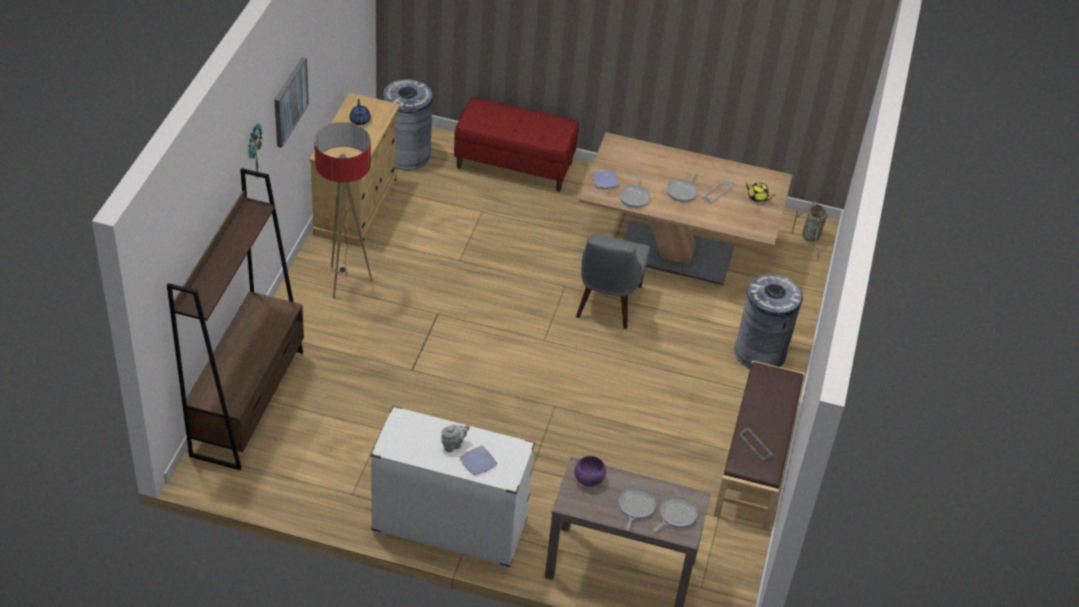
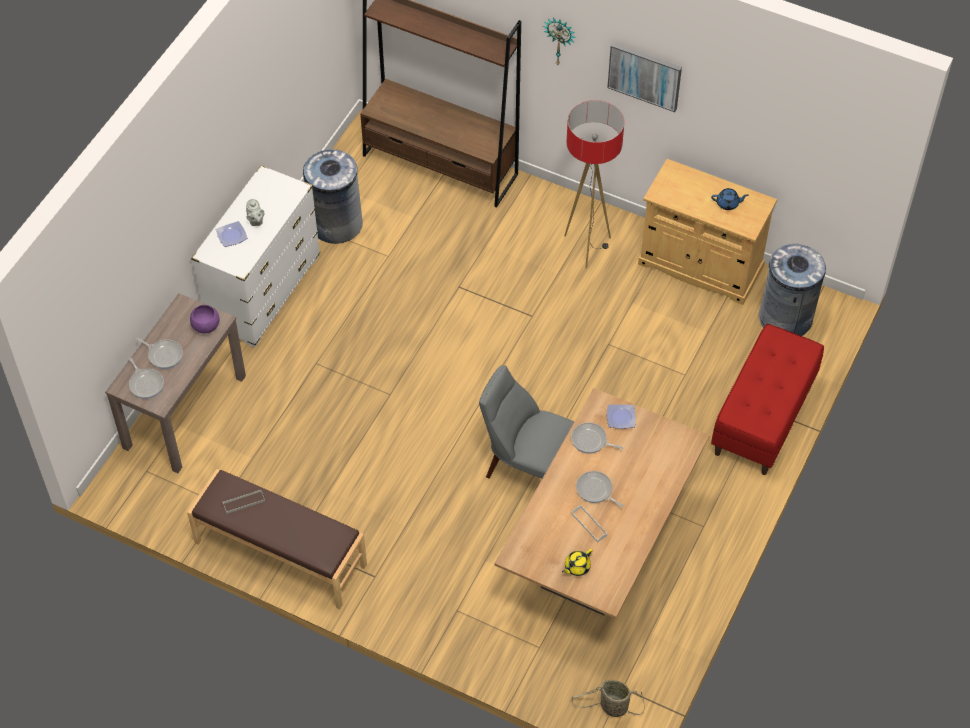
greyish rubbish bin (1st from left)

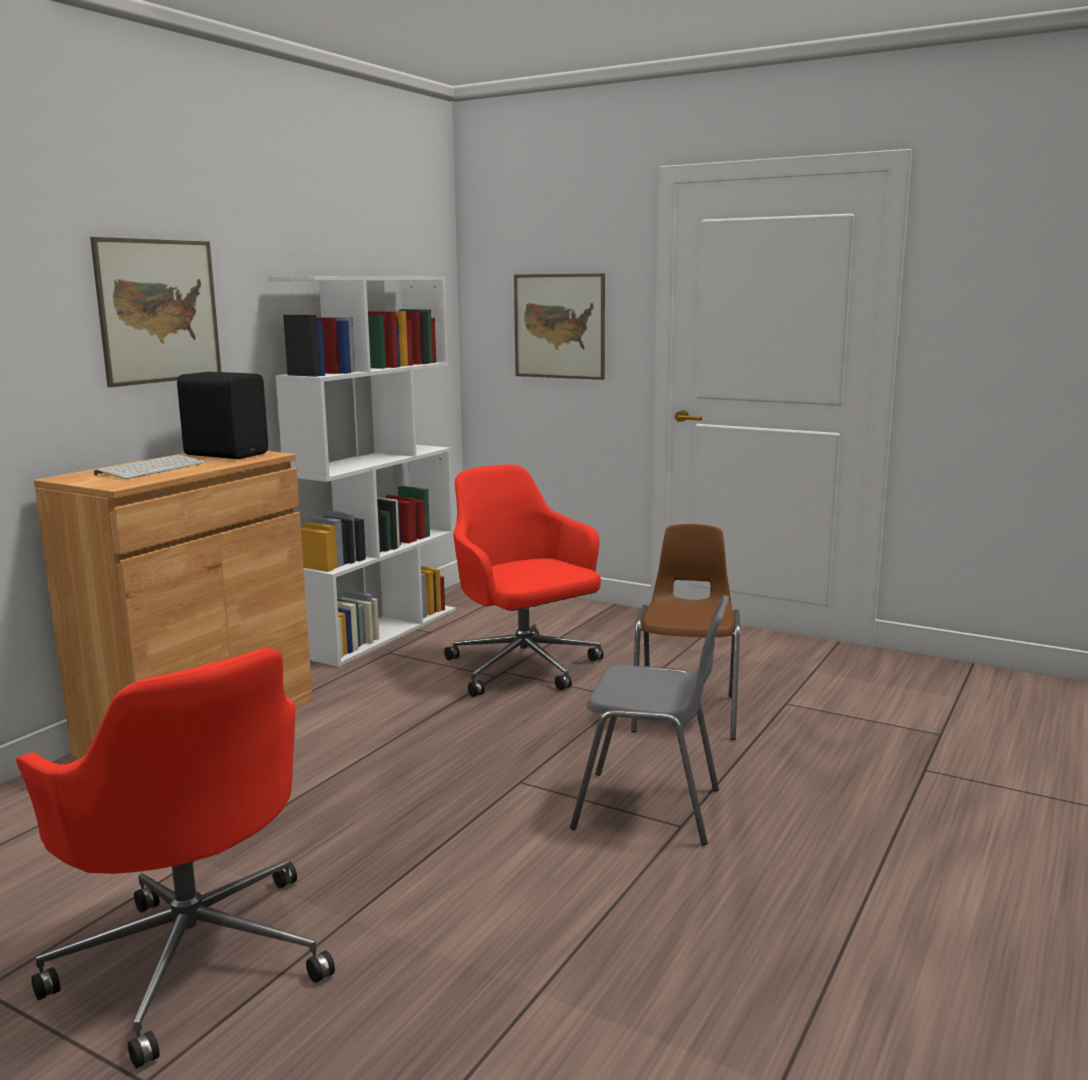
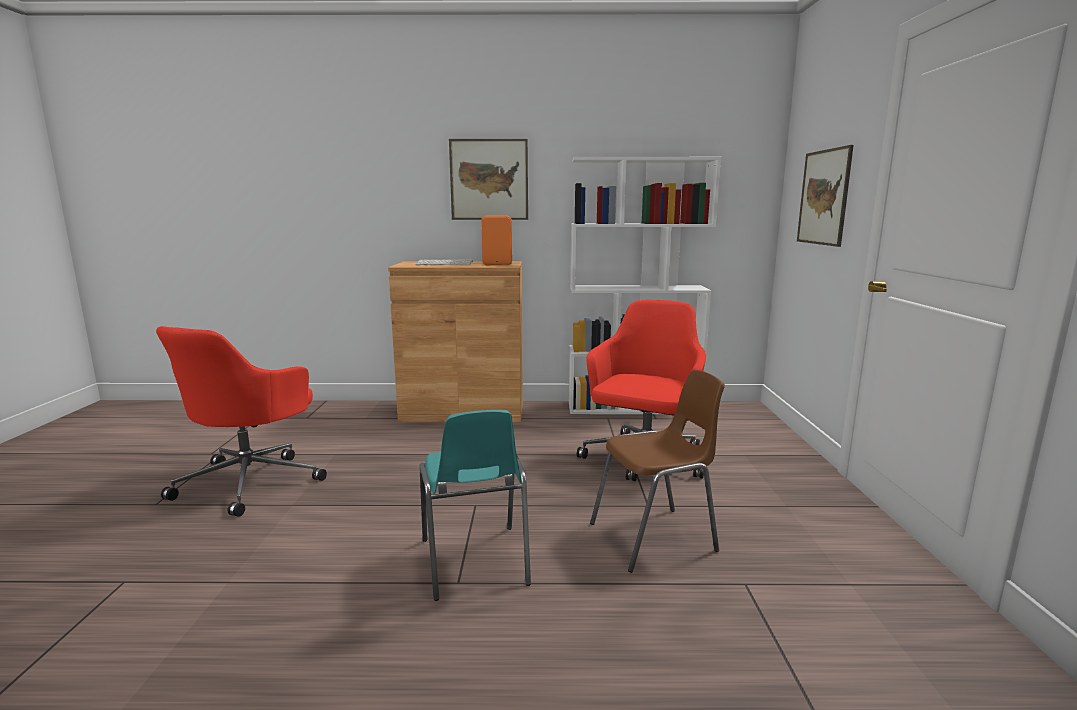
orange-coloured speaker
blue-green chair

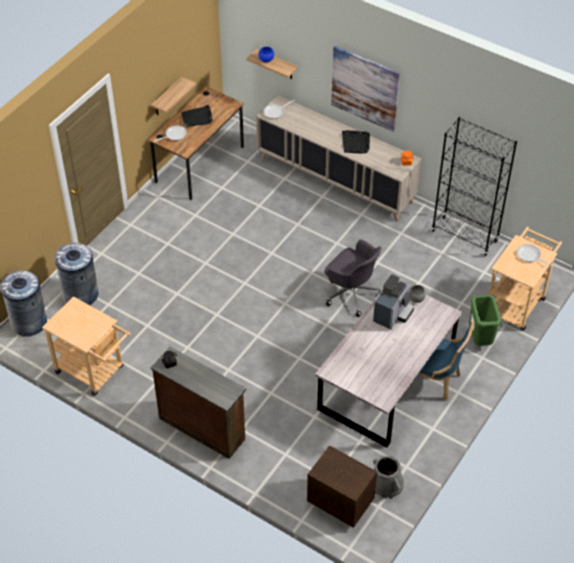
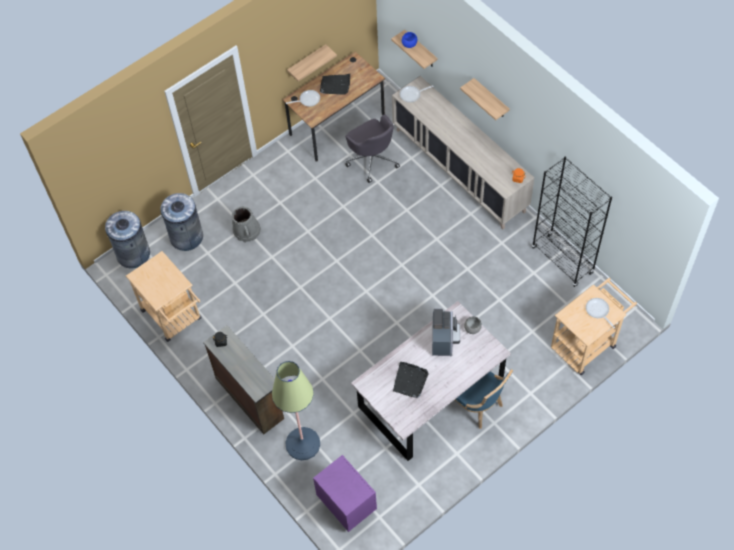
shelf (3rd from left)
black-coloured serving tray (2nd from left)
greyish desk chair
coffee maker
greenish rubbish bin
purplish bedside table
greyish bucket
standing lamp

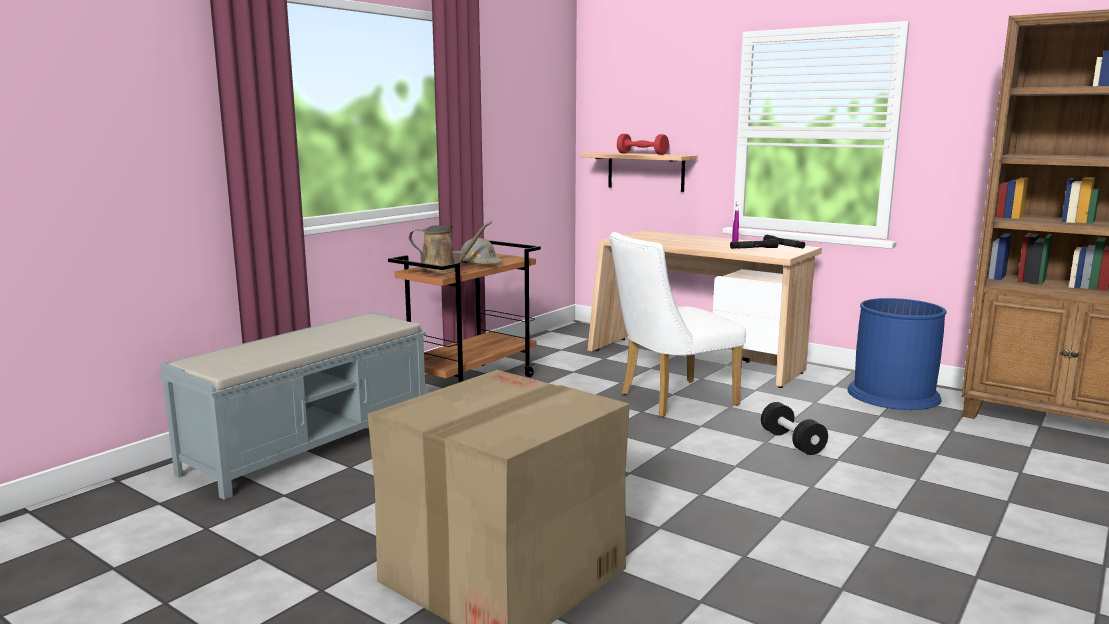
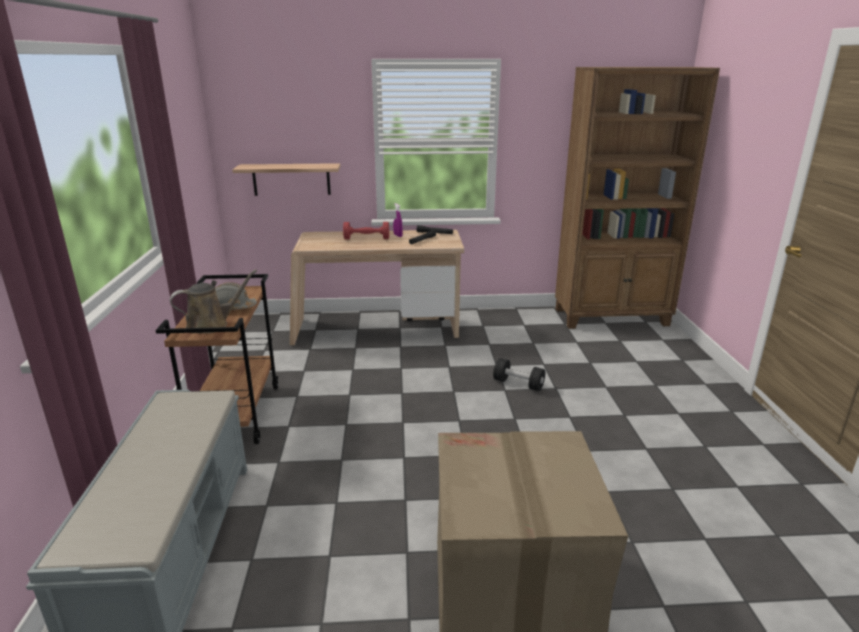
red-coloured free weight
white chair
blue-coloured rubbish bin

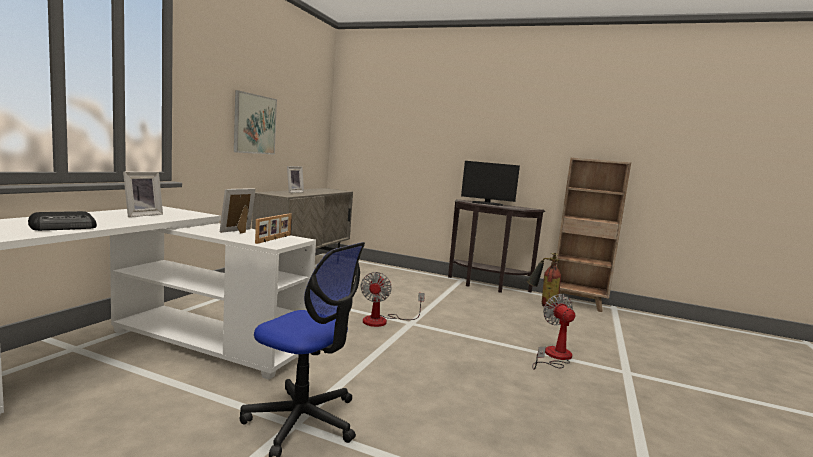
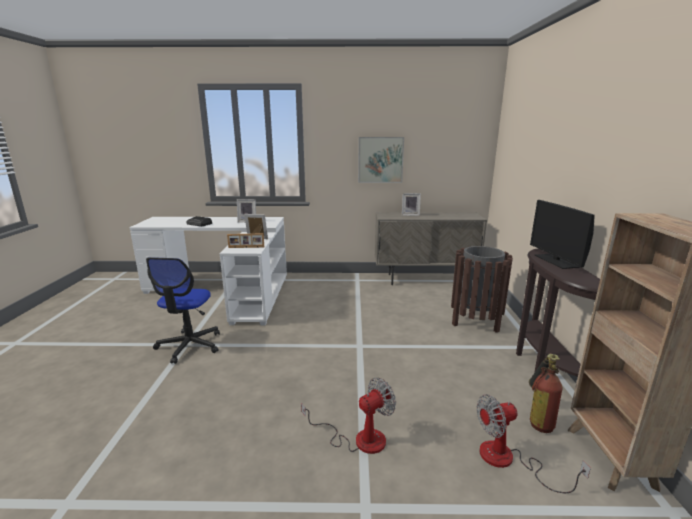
electric fan (2nd from left)
brown rubbish bin

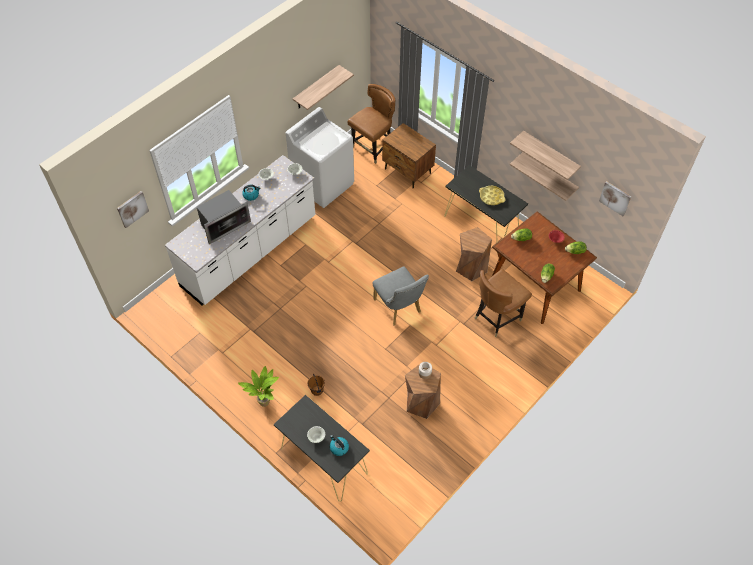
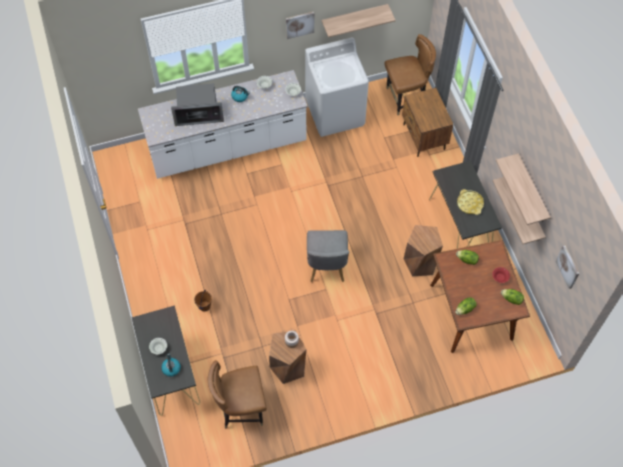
wall picture (1st from left)
brown chair (1st from left)
plant in a pot

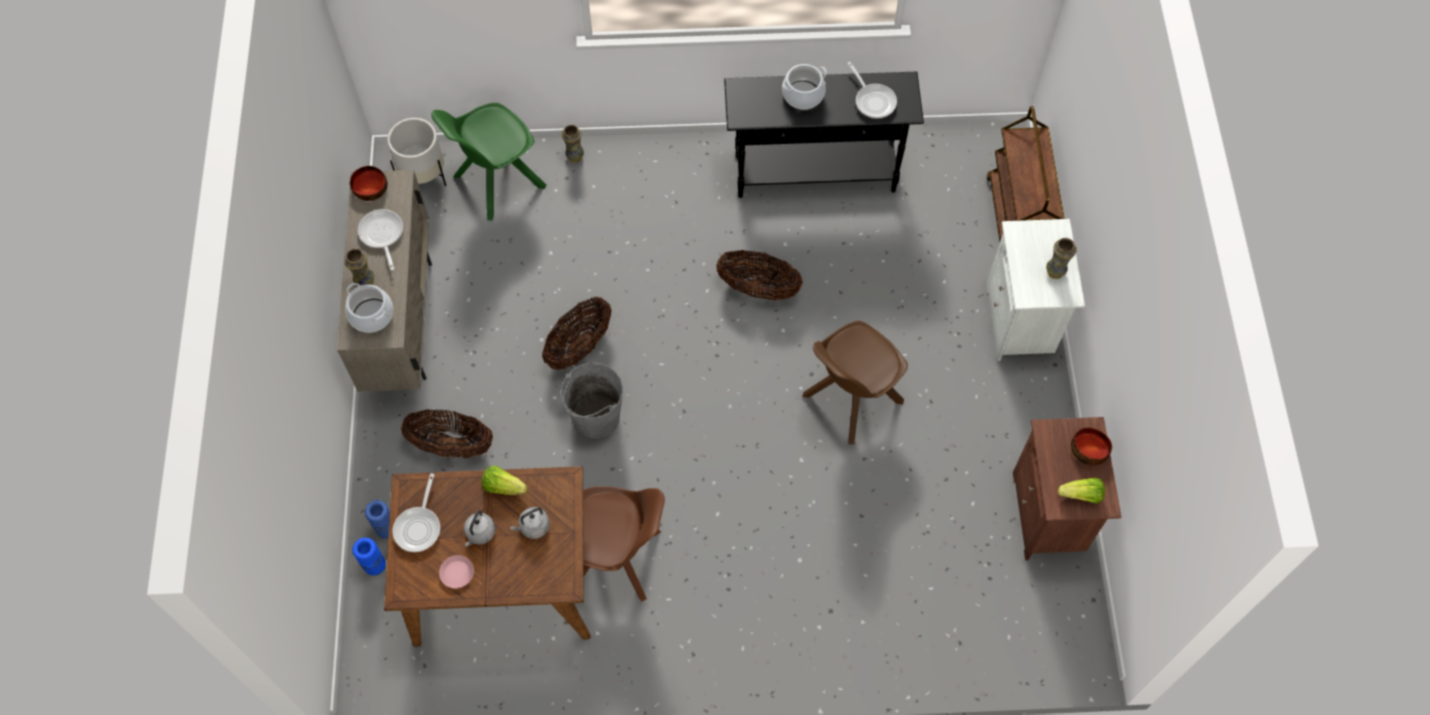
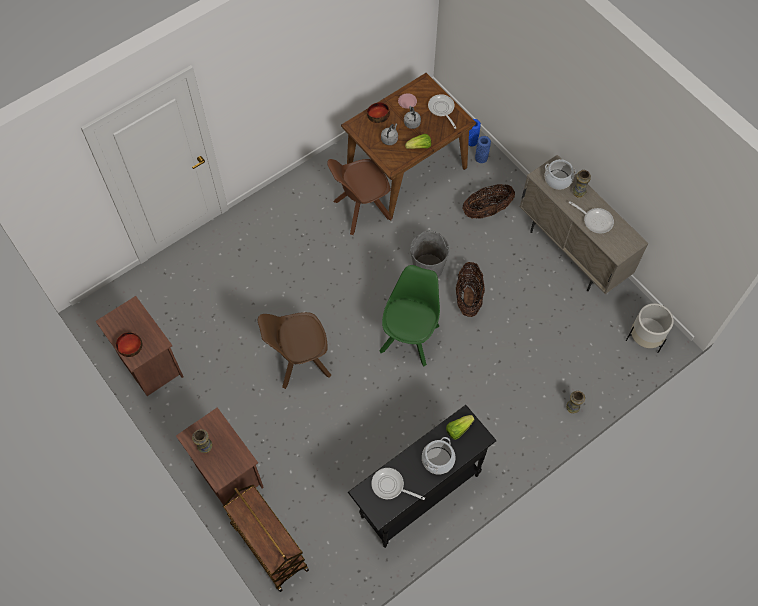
greenish chair
serving bowl (2nd from left)
brown bedside table (2nd from left)
basket (3rd from left in the first image)
brown chair (1st from left)
lettuce head (2nd from left)

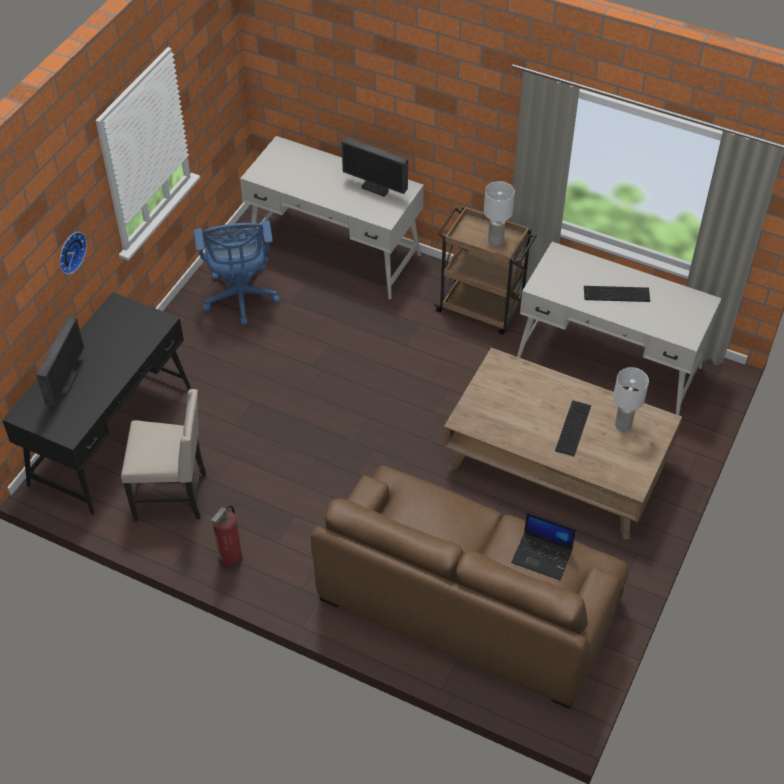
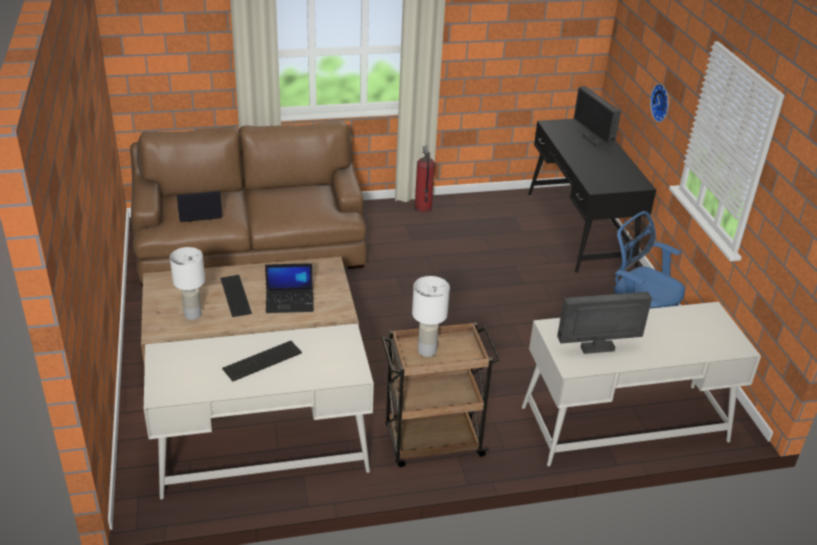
beige-coloured chair
portable computer (2nd from left)

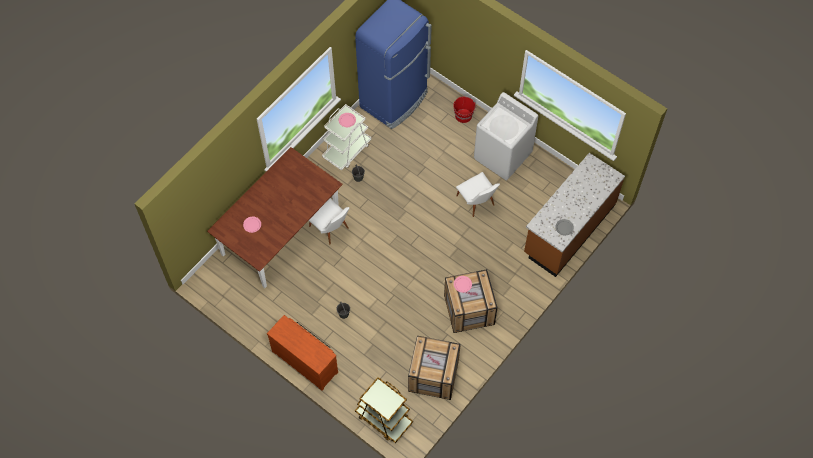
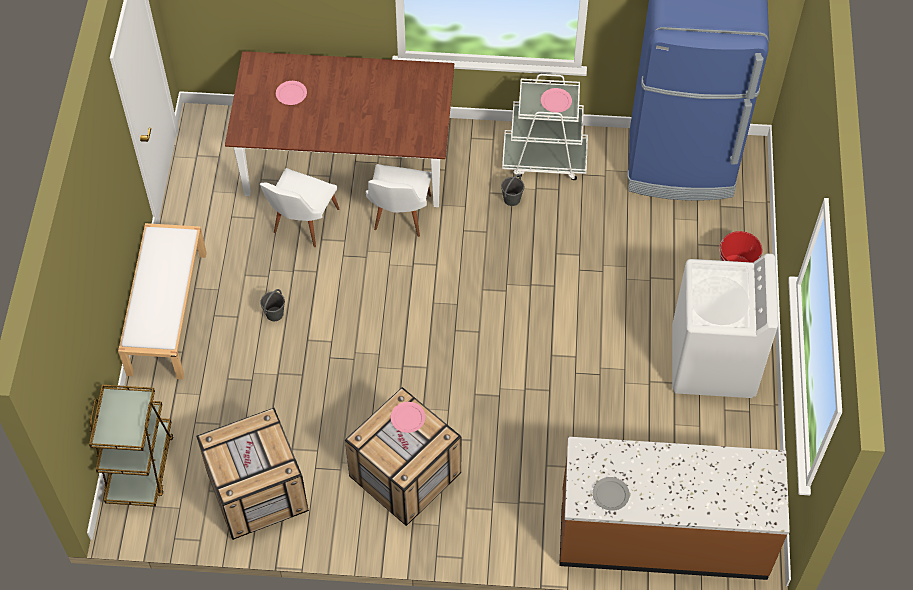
white chair (1st from left)
white long seat

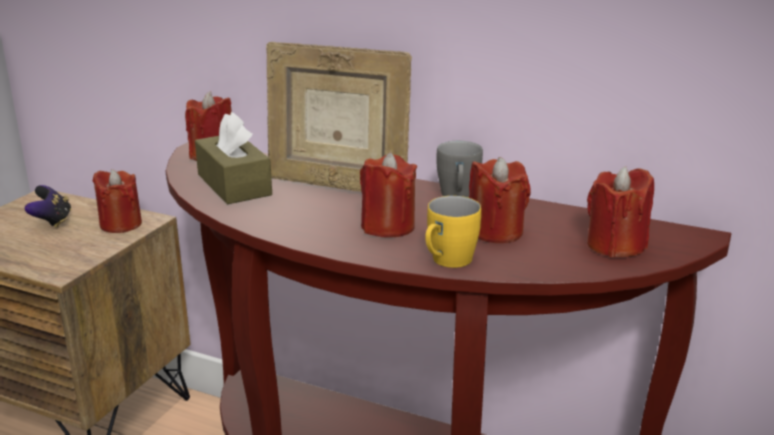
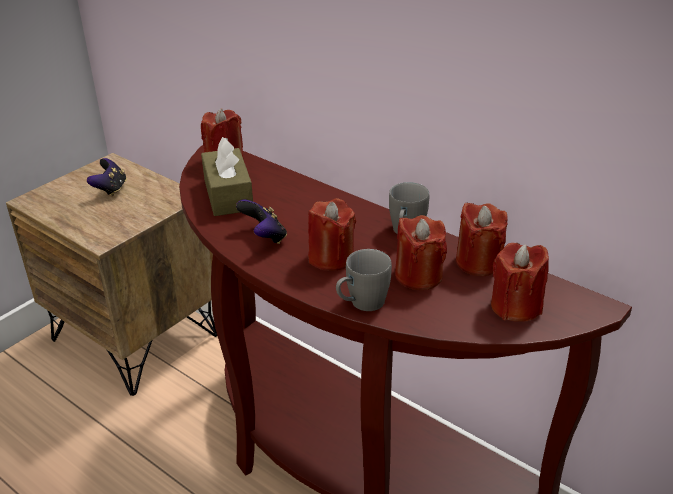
standing frame
red-coloured wax light (4th from left)
greyish mug (1st from left)
gamepad (2nd from left)

